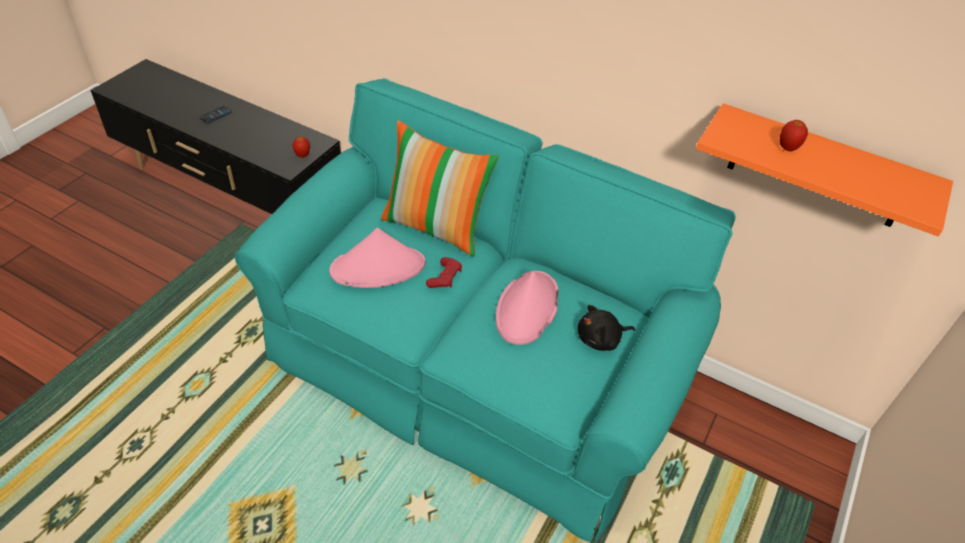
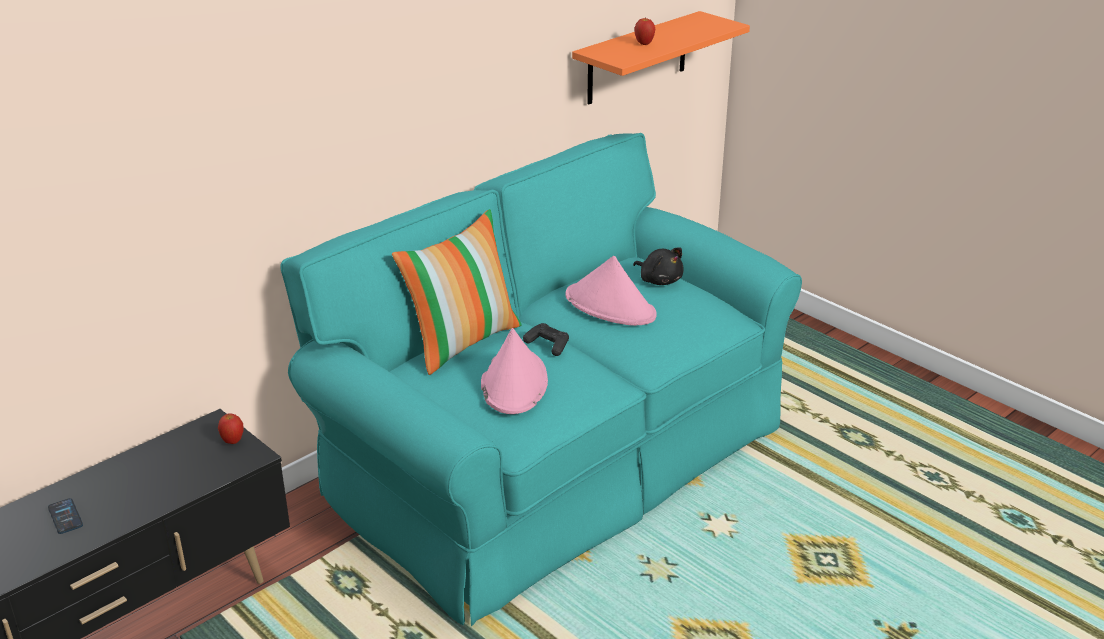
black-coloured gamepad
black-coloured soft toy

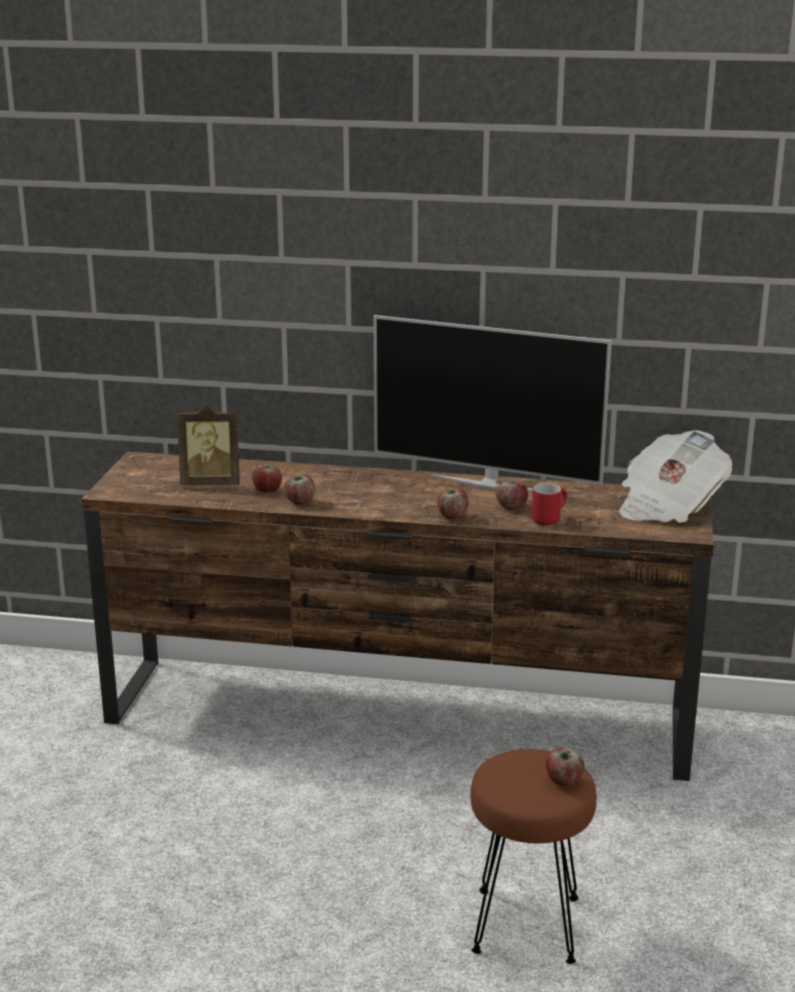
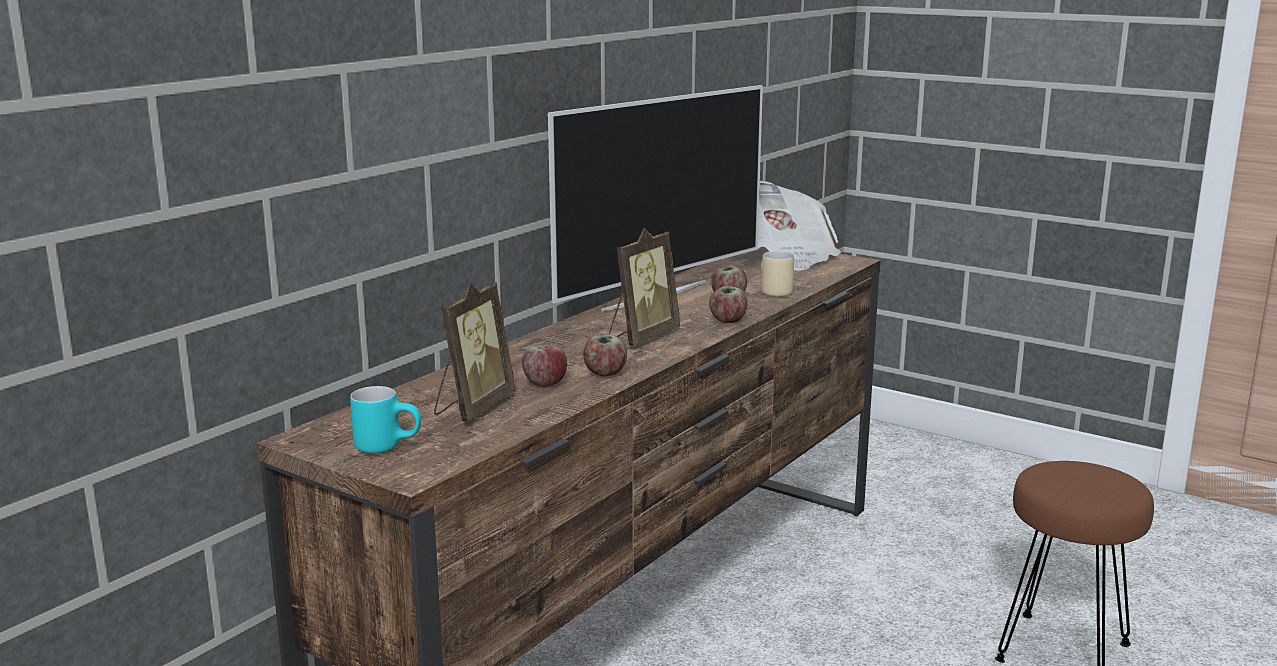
beige-coloured mug
apple fruit (5th from left in the first image)
standing frame (2nd from left)
blue-green mug

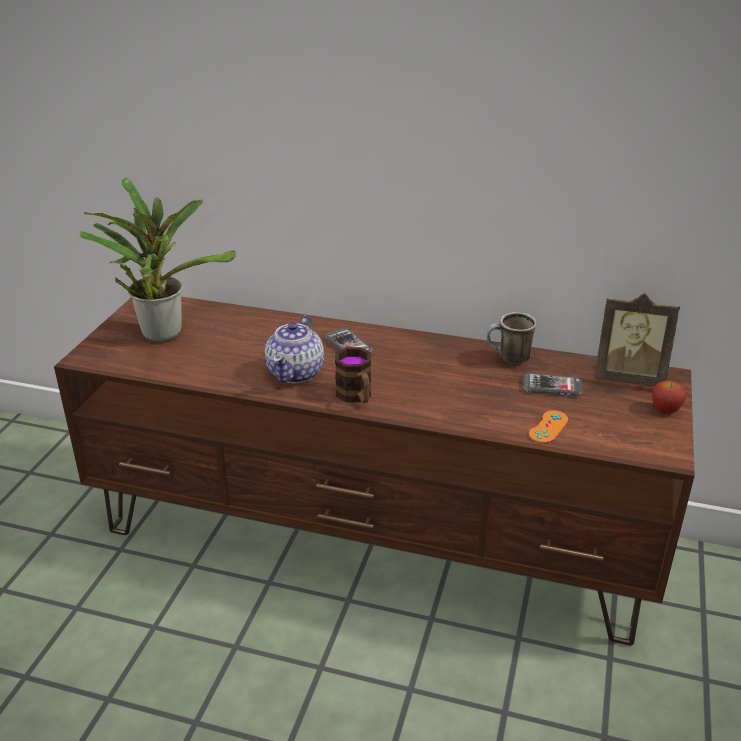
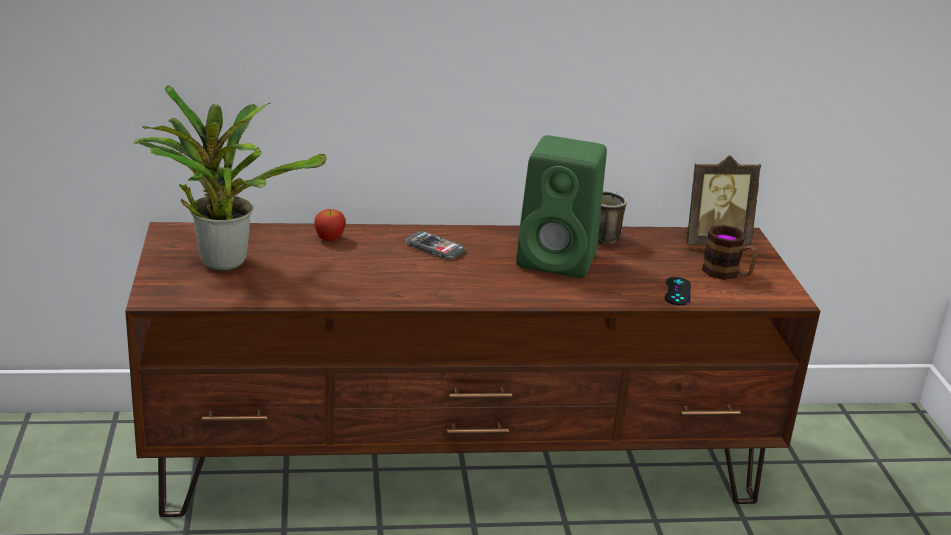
tea pot
mug (2nd from left)
handset (2nd from left in the first image)
apple fruit
black-coloured gamepad
greenish speaker

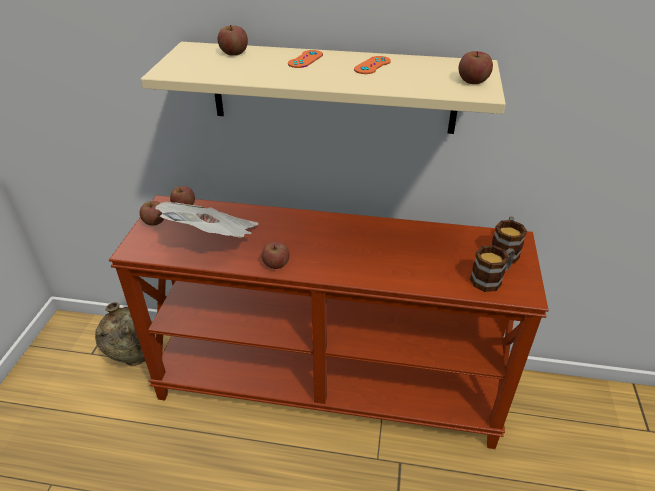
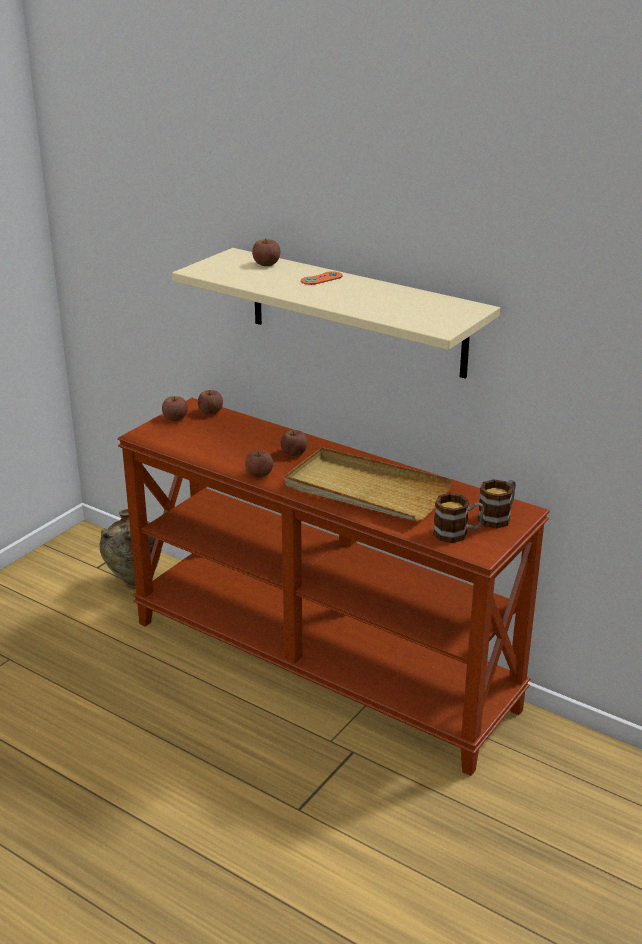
apple fruit (5th from left)
orange-coloured gamepad (2nd from left in the first image)
daily paper
beige-coloured serving tray

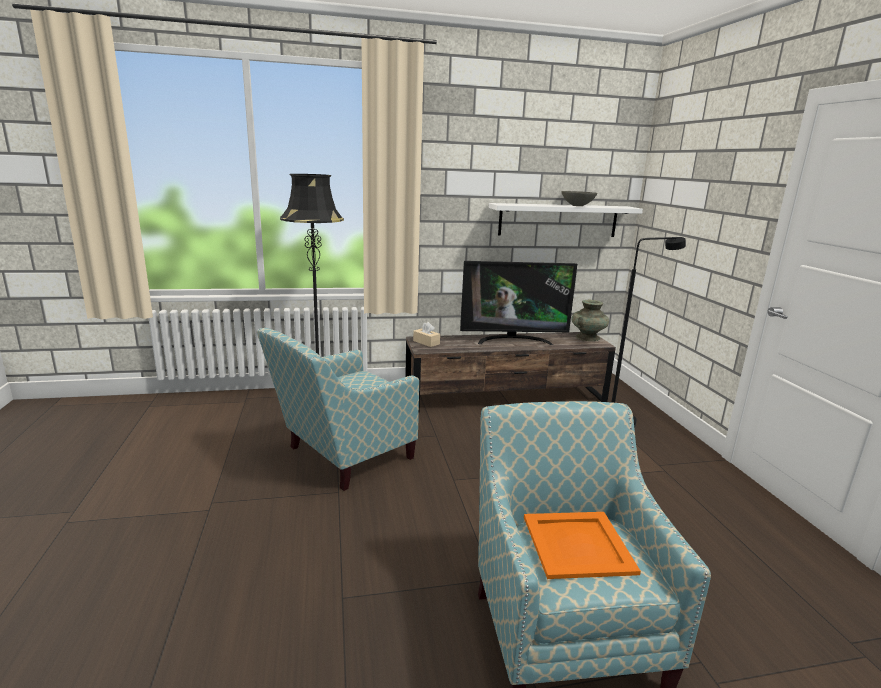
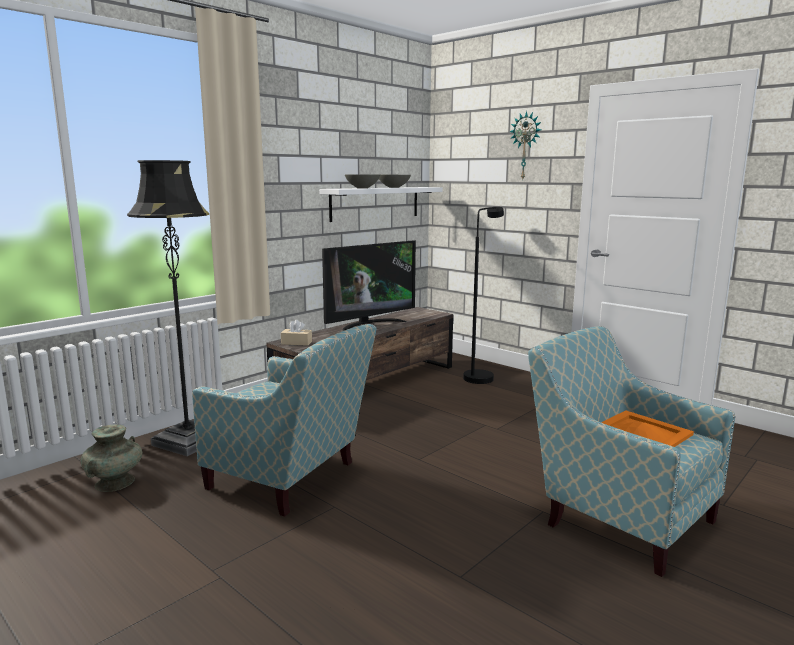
blue-green decorative vase
armchair (1st from left)
wall clock
greyish serving bowl (1st from left)

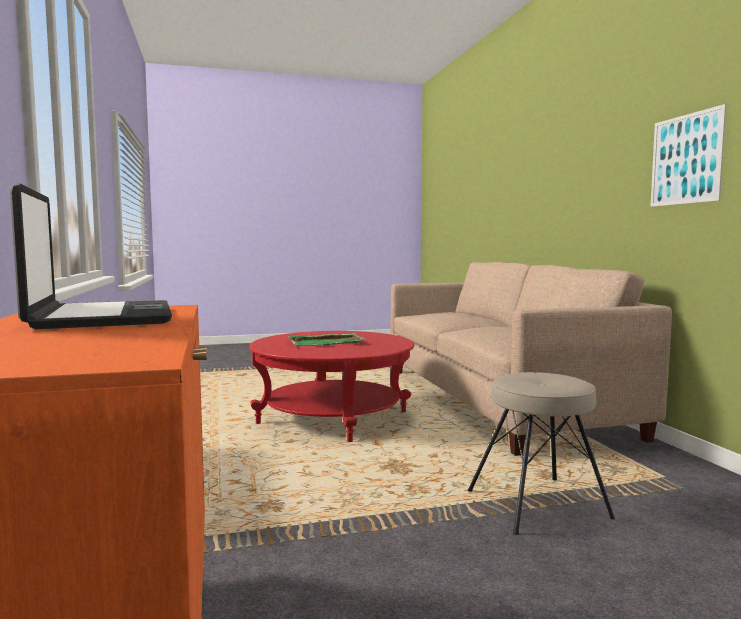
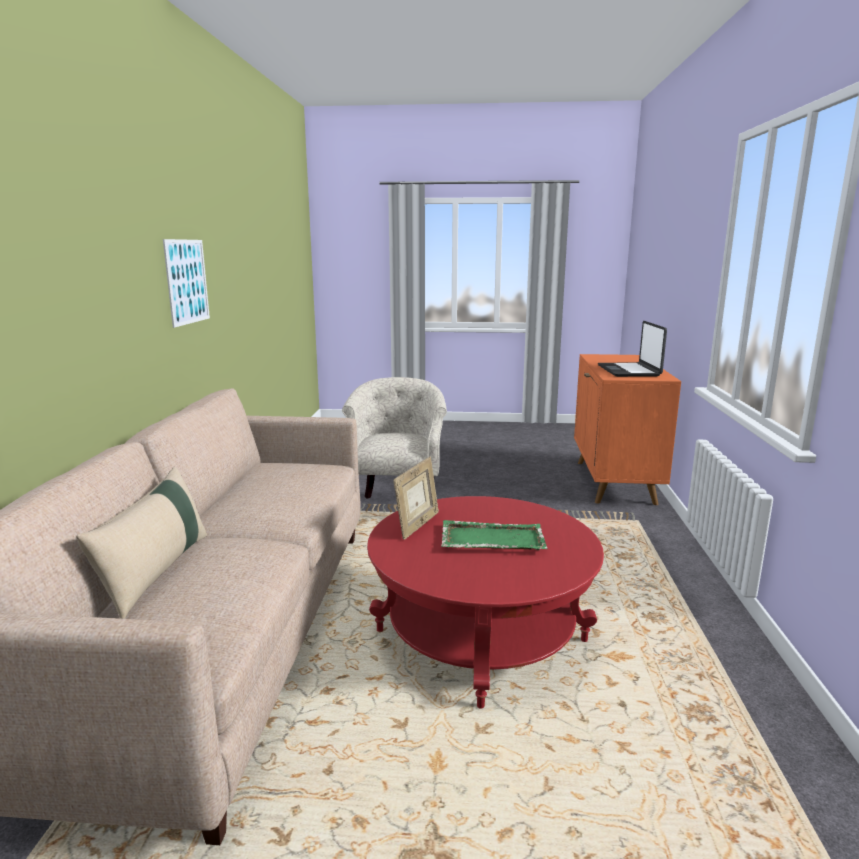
beige-coloured armchair
standing frame
beige-coloured pillow

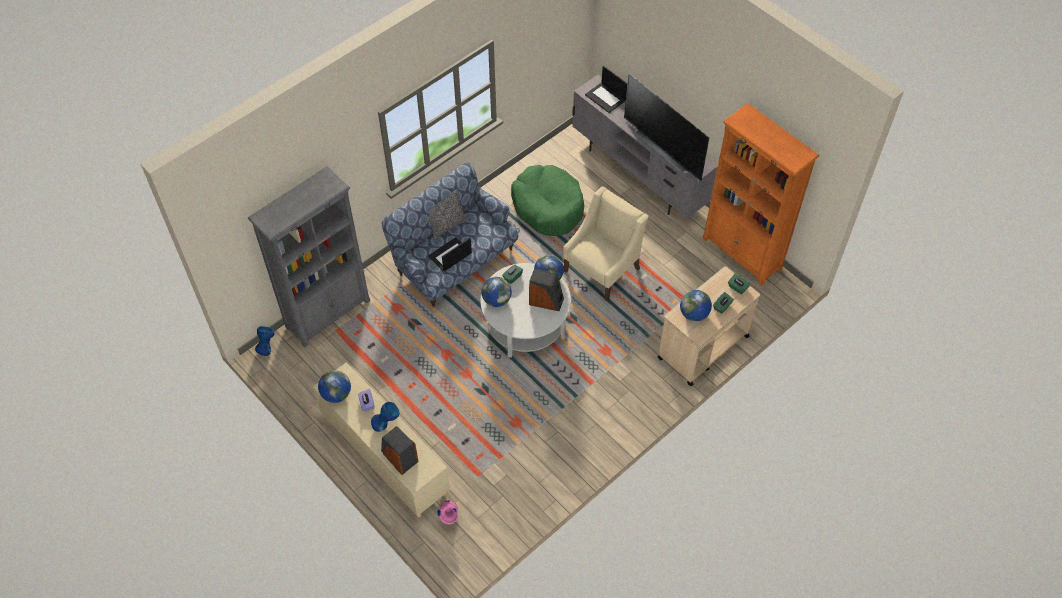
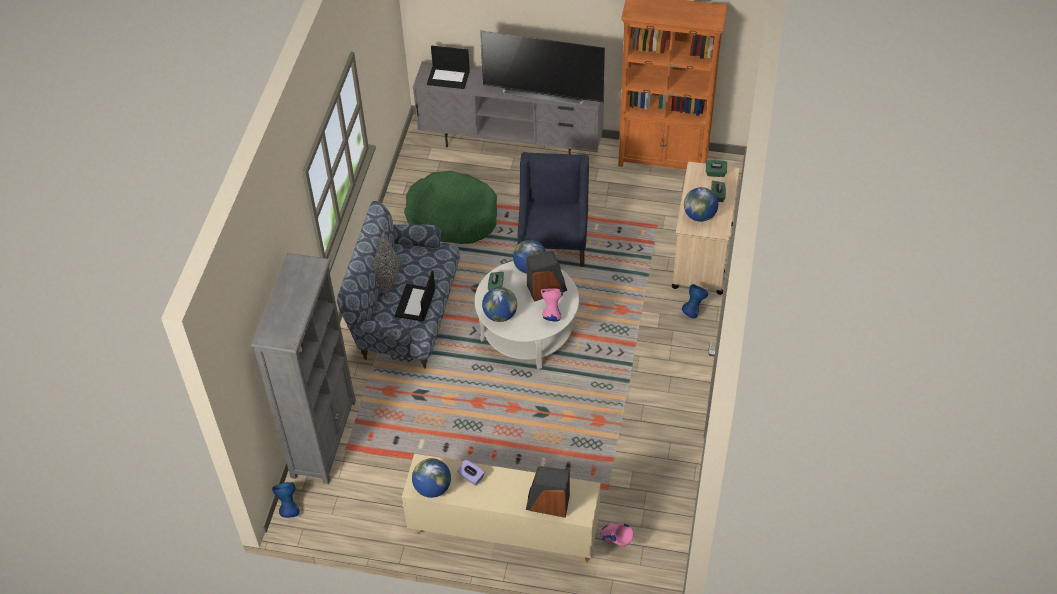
blue-coloured armchair
blue-coloured decorative vase (2nd from left)
pinkish decorative vase (1st from left)

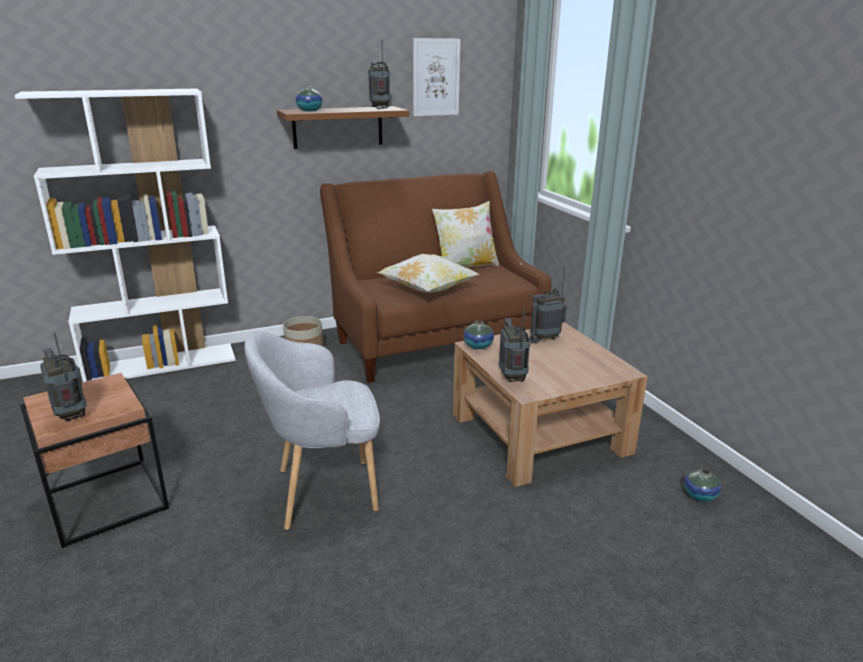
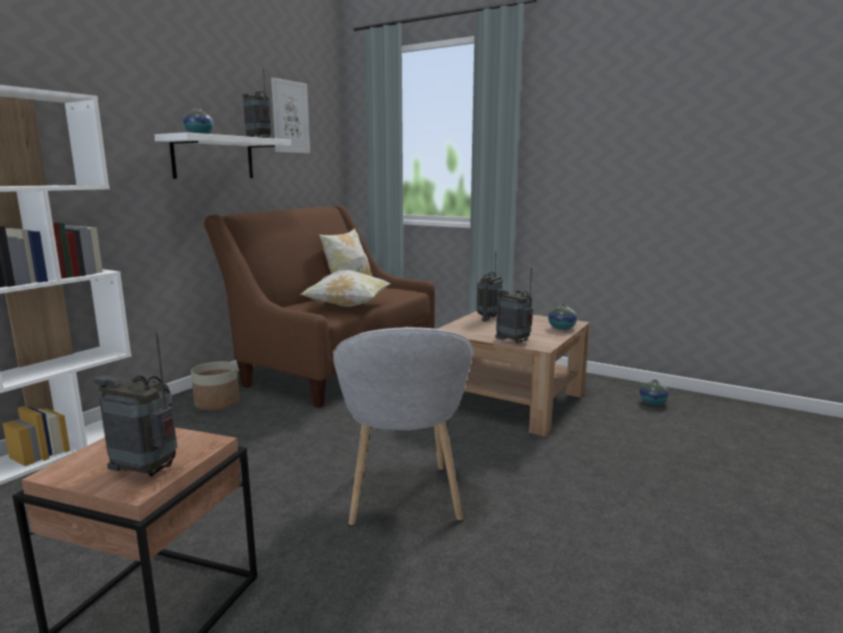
white shelf
decorative vase (2nd from left)
greyish armchair

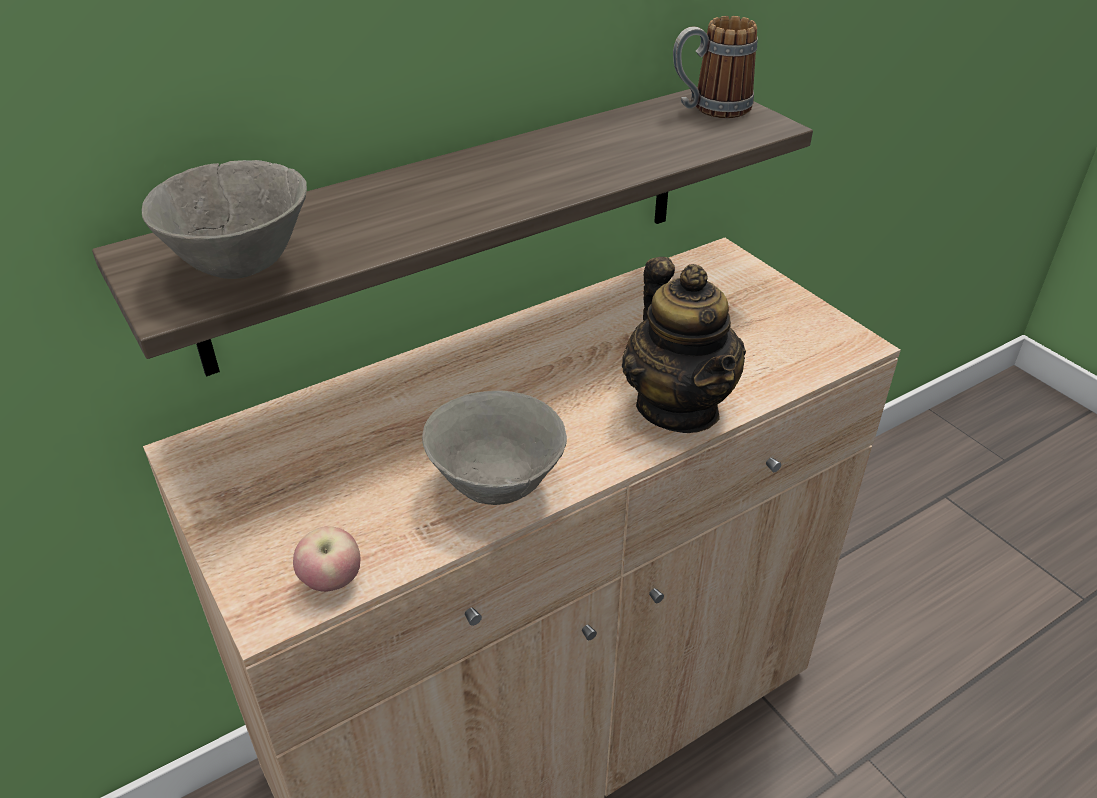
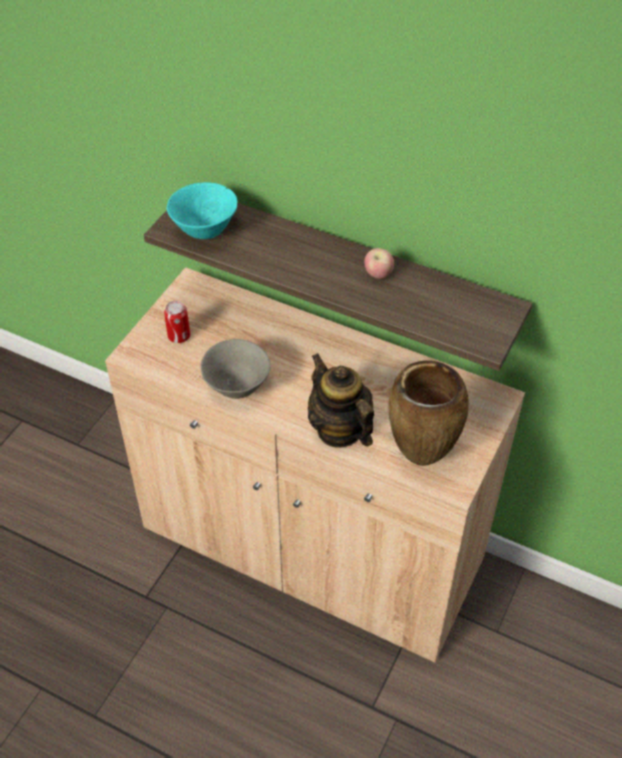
mug
blue-green serving bowl
tea pot
apple fruit
sealed can
brown decorative vase

